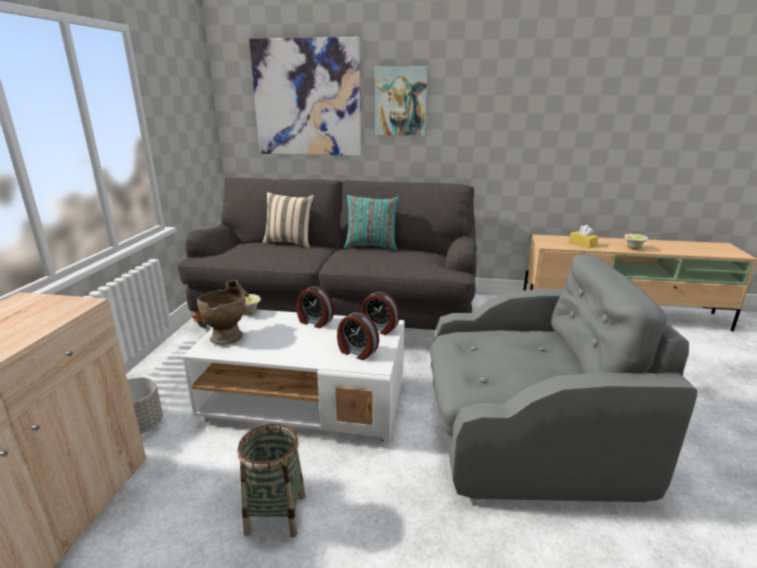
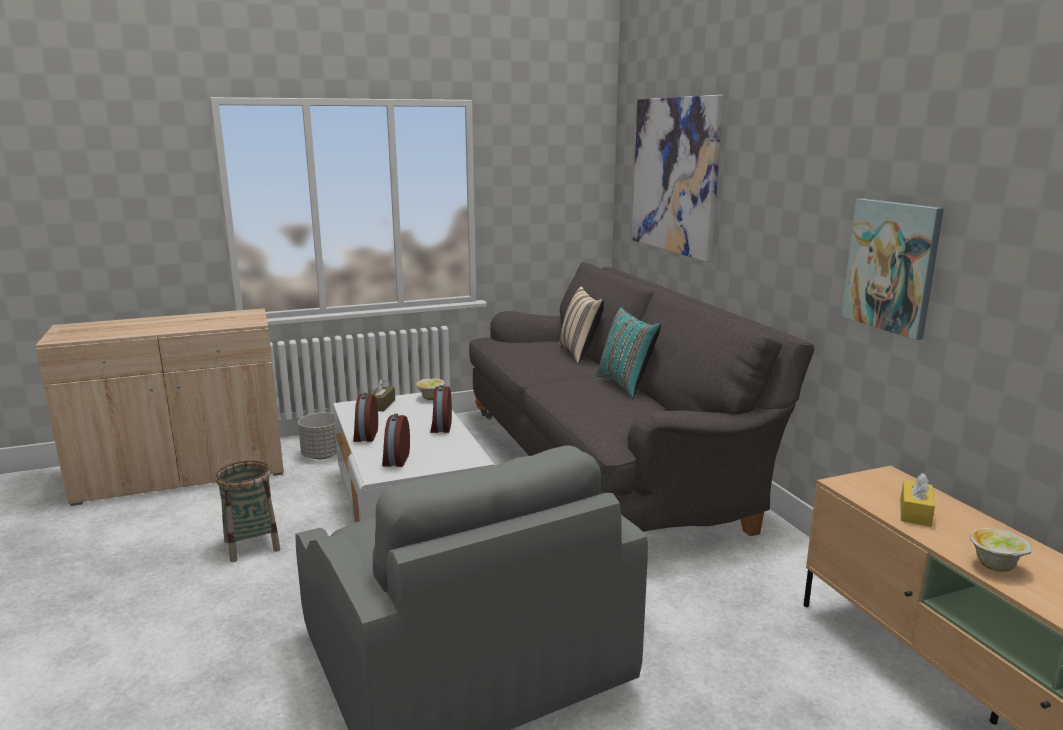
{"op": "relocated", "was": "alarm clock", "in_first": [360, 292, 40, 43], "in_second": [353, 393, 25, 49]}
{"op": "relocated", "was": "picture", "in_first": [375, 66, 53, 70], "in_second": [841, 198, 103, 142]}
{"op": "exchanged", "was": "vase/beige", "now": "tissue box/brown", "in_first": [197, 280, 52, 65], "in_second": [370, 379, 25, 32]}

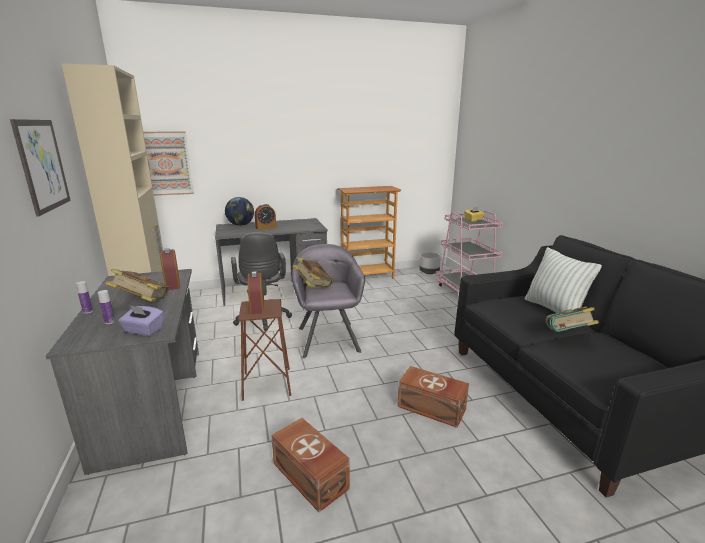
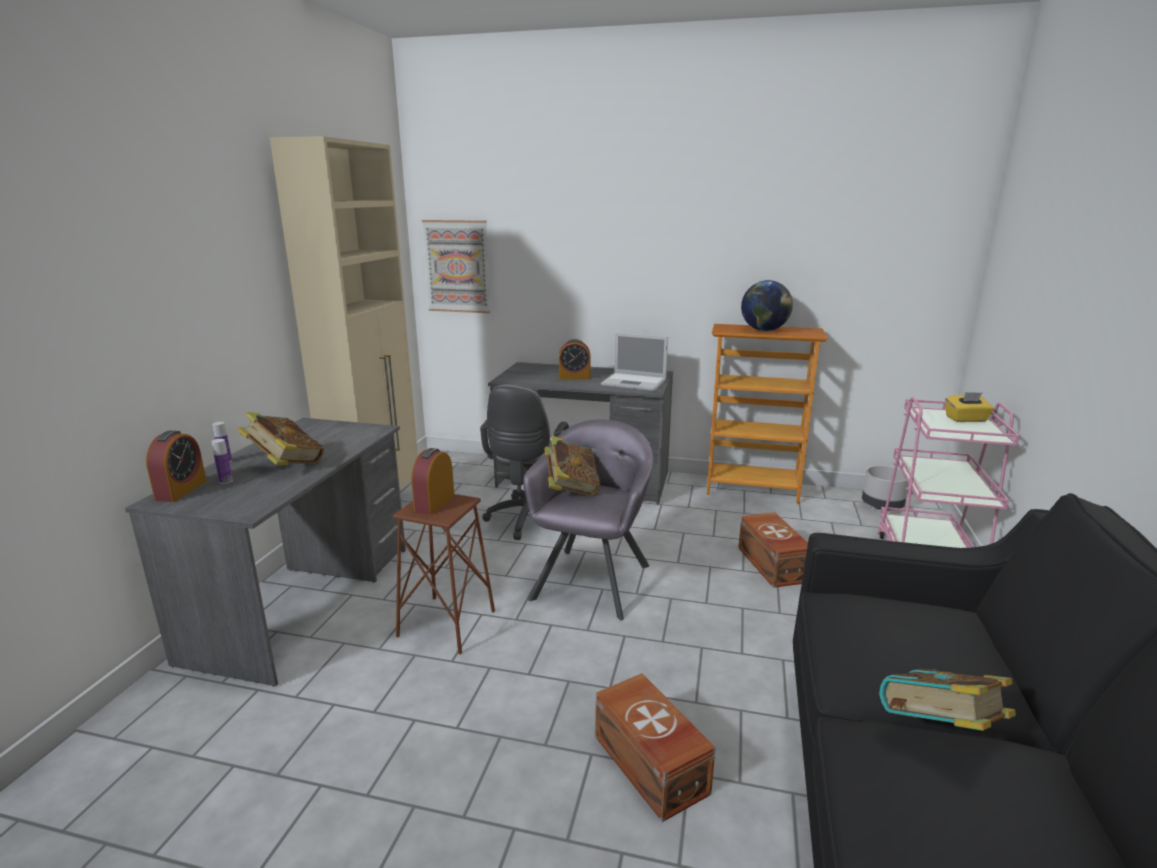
{"op": "missing", "was": "picture", "in_first": [10, 119, 61, 98]}
{"op": "missing", "was": "tissue box/purple", "in_first": [119, 305, 45, 31]}
{"op": "missing", "was": "pillow", "in_first": [525, 247, 77, 66]}
{"op": "appeared", "now": "laptop", "in_second": [601, 333, 67, 58]}
{"op": "relocated", "was": "alarm clock", "in_first": [160, 248, 20, 42], "in_second": [146, 431, 61, 71]}
{"op": "relocated", "was": "globe", "in_first": [225, 197, 29, 29], "in_second": [741, 280, 52, 51]}
{"op": "relocated", "was": "storage box/brown", "in_first": [271, 418, 79, 94], "in_second": [738, 512, 70, 76]}

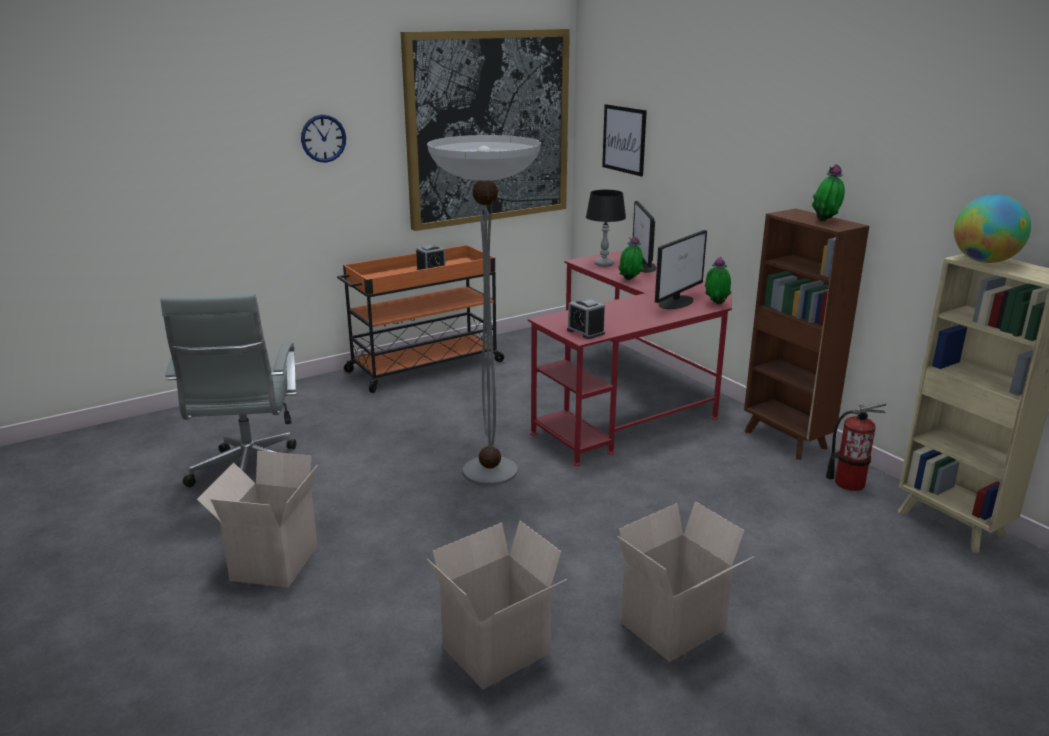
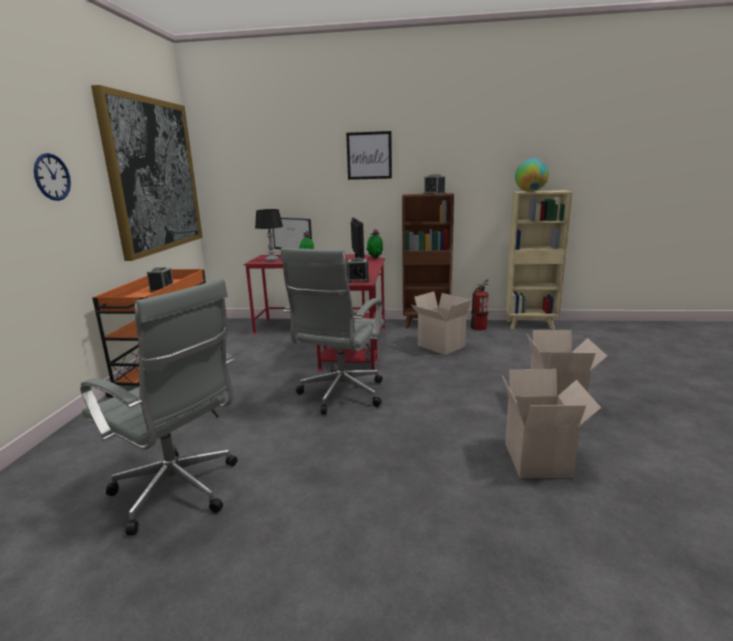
{"op": "relocated", "was": "cardboard box", "in_first": [197, 451, 121, 137], "in_second": [411, 292, 60, 63]}
{"op": "relocated", "was": "picture", "in_first": [602, 104, 45, 73], "in_second": [346, 131, 46, 49]}
{"op": "exchanged", "was": "floor lamp", "now": "office chair/grey", "in_first": [427, 135, 114, 351], "in_second": [281, 248, 103, 167]}
{"op": "exchanged", "was": "potted plant", "now": "alarm clock", "in_first": [812, 164, 33, 57], "in_second": [423, 174, 23, 20]}

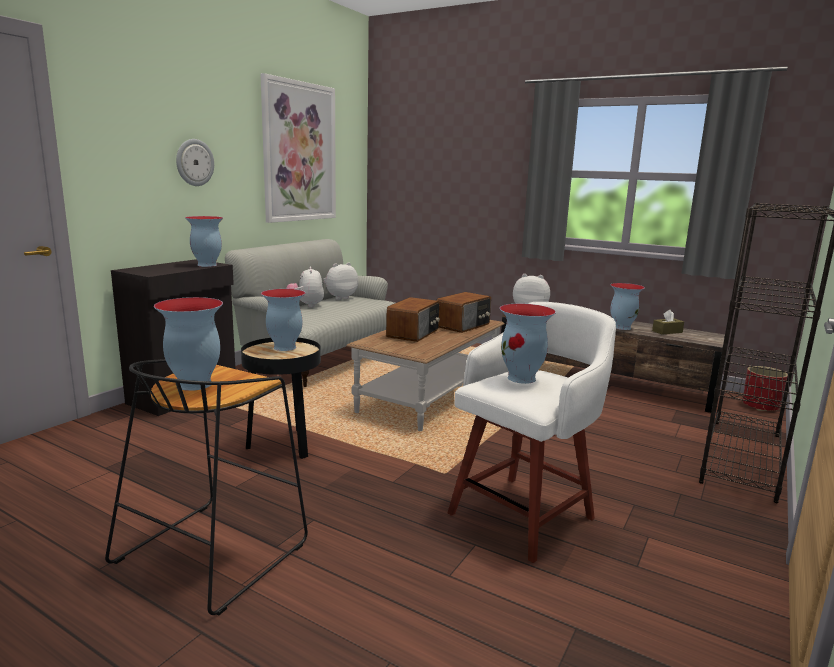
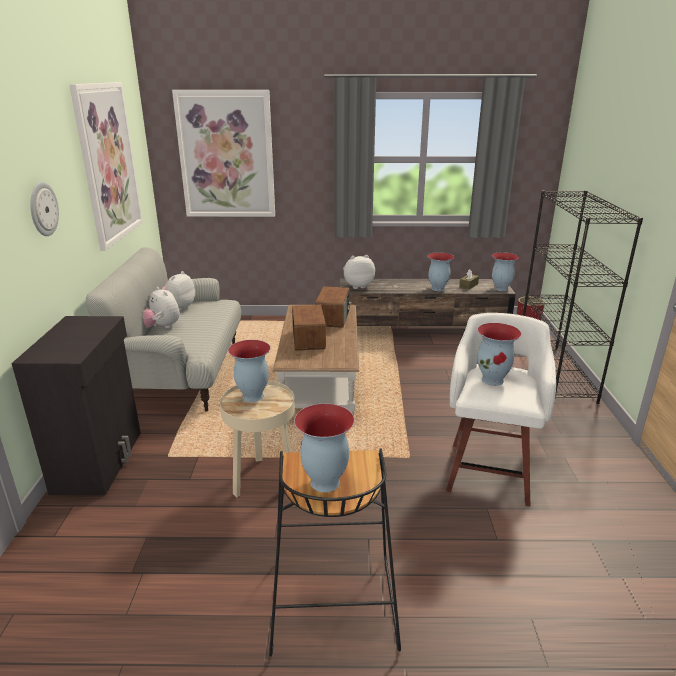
{"op": "appeared", "now": "picture", "in_second": [172, 90, 103, 127]}
{"op": "relocated", "was": "vase", "in_first": [185, 216, 38, 51], "in_second": [492, 252, 27, 39]}
{"op": "colour", "was": "side table/black", "now": "side table/beige", "in_first": [241, 338, 80, 121], "in_second": [220, 381, 75, 116]}

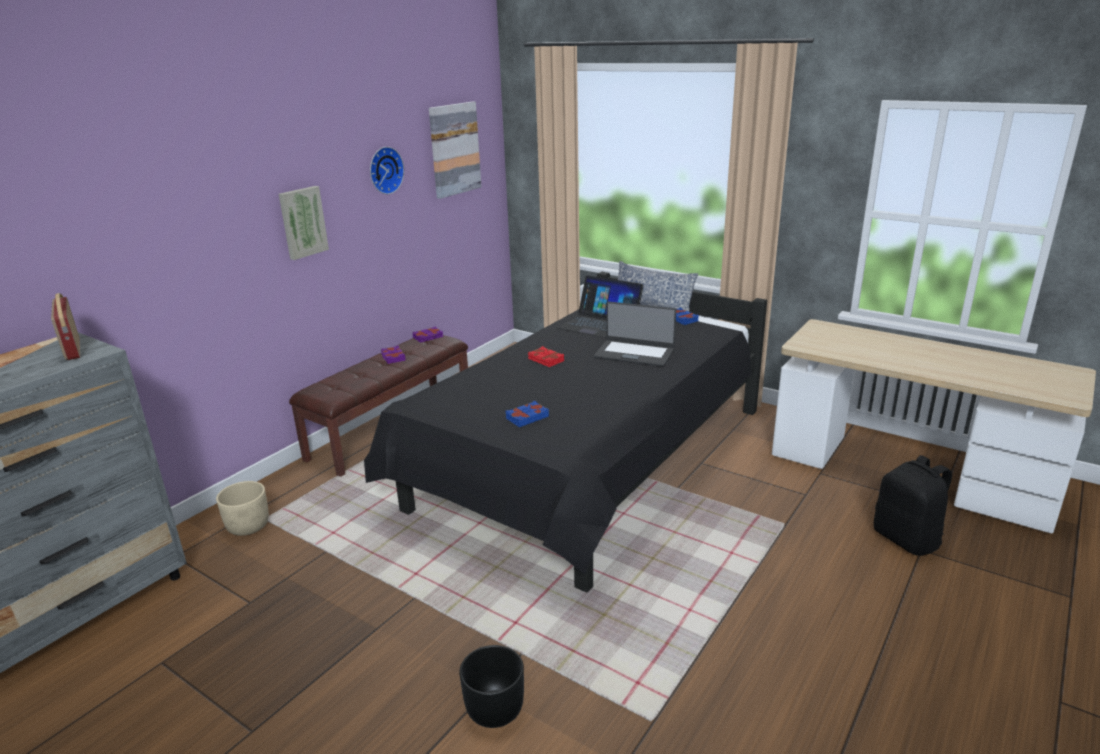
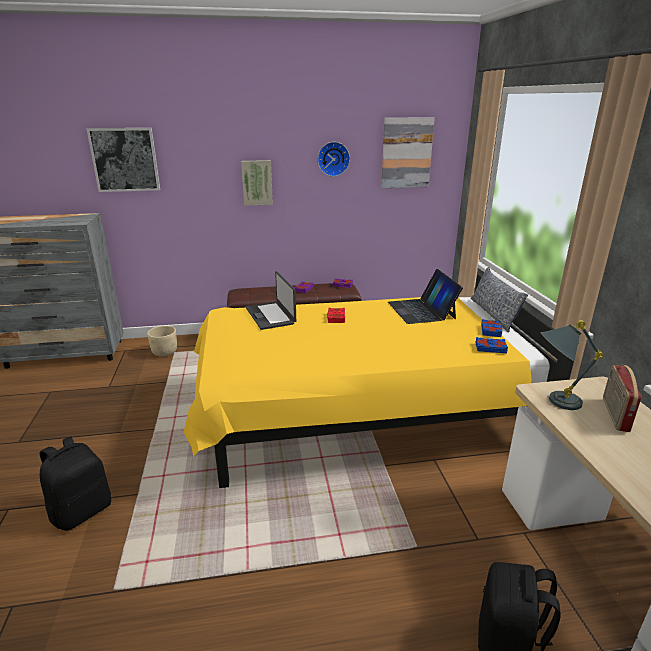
{"op": "appeared", "now": "picture", "in_second": [86, 128, 74, 64]}
{"op": "appeared", "now": "table lamp/grey", "in_second": [540, 320, 64, 90]}
{"op": "relocated", "was": "radio", "in_first": [51, 293, 29, 67], "in_second": [603, 365, 38, 67]}
{"op": "relocated", "was": "book/blue", "in_first": [505, 401, 44, 26], "in_second": [475, 337, 33, 16]}
{"op": "relocated", "was": "laptop", "in_first": [594, 301, 82, 66], "in_second": [246, 271, 50, 59]}
{"op": "exchanged", "was": "planter/black", "now": "backpack/black", "in_first": [459, 645, 65, 83], "in_second": [39, 436, 72, 95]}
{"op": "colour", "was": "bed/black", "now": "bed/yellow", "in_first": [364, 272, 403, 321], "in_second": [184, 274, 395, 214]}

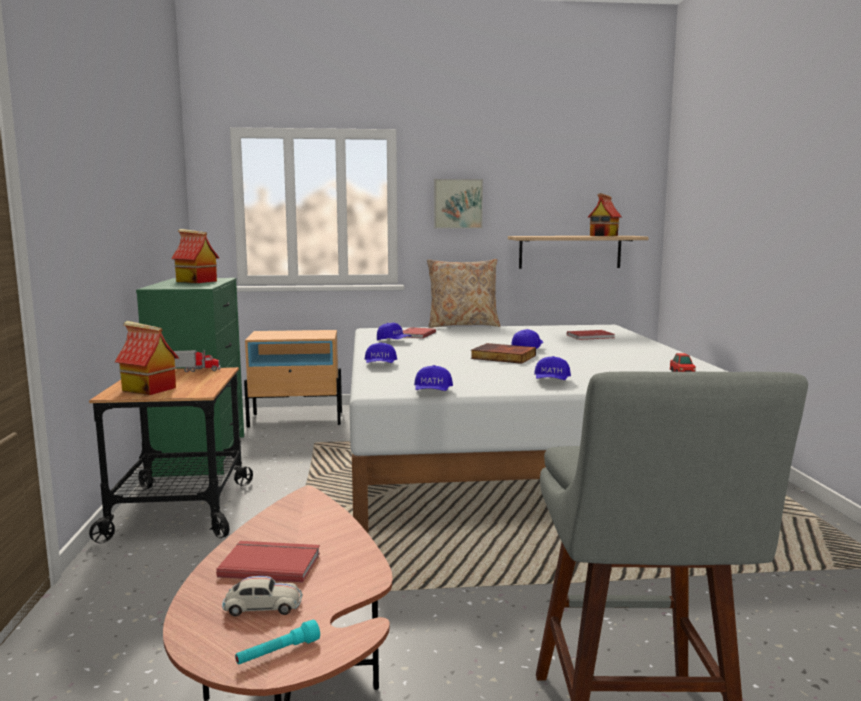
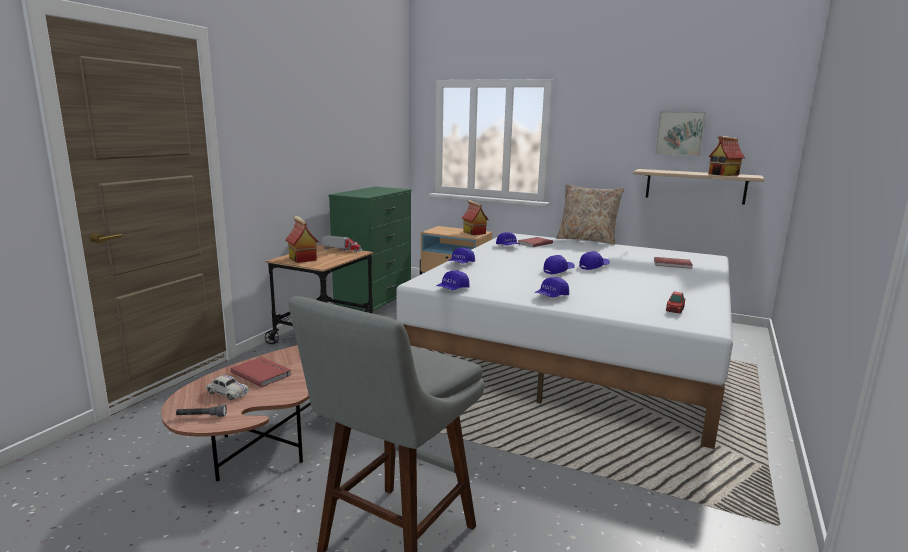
{"op": "relocated", "was": "toy house", "in_first": [171, 229, 48, 54], "in_second": [462, 200, 27, 35]}
{"op": "relocated", "was": "picture", "in_first": [434, 179, 49, 50], "in_second": [655, 111, 51, 45]}
{"op": "exchanged", "was": "book", "now": "cap/blue", "in_first": [471, 343, 65, 21], "in_second": [543, 255, 32, 19]}
{"op": "colour", "was": "flashlight/turquoise", "now": "flashlight/grey", "in_first": [235, 620, 85, 45], "in_second": [176, 405, 51, 12]}

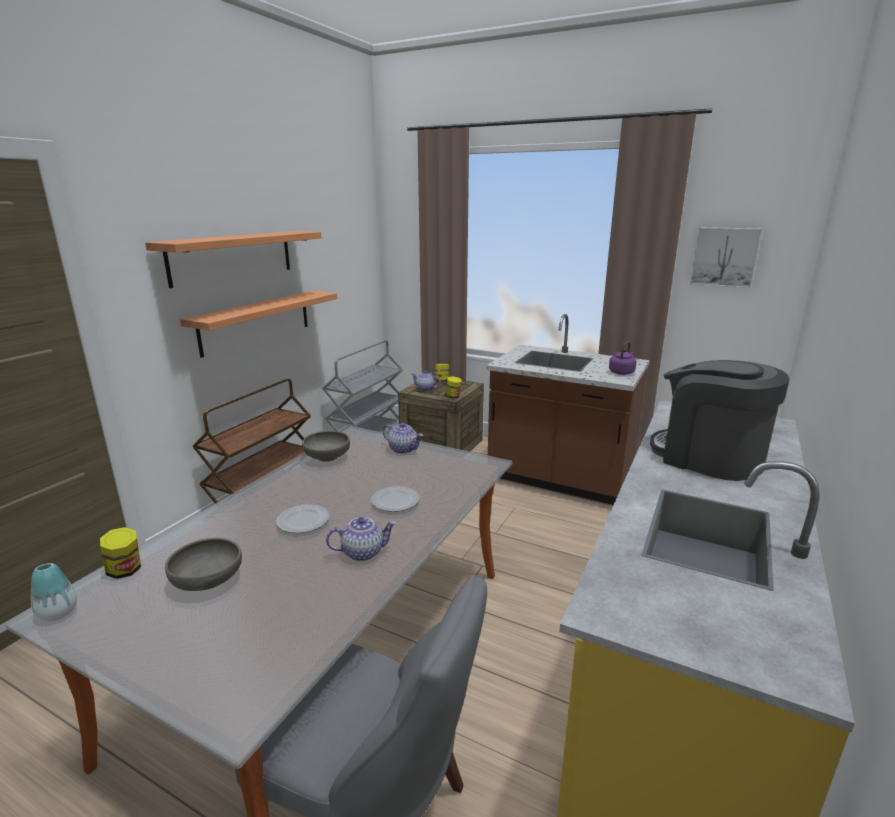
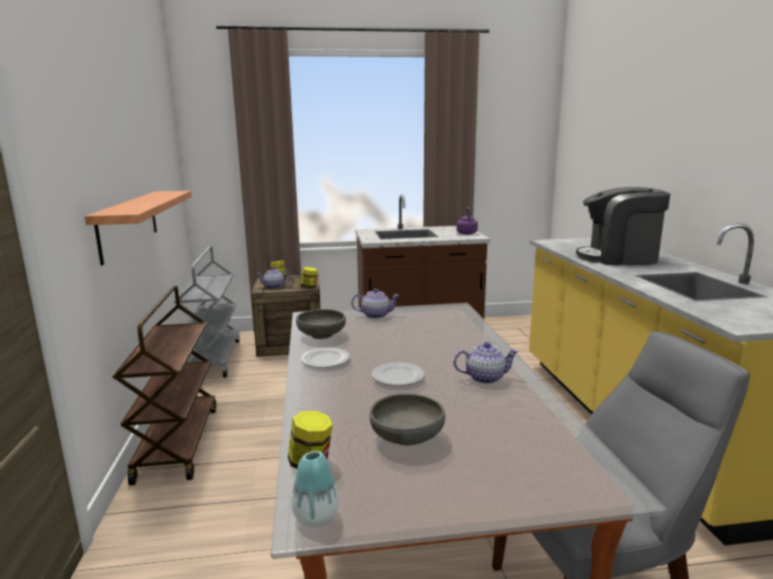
{"op": "missing", "was": "shelf", "in_first": [145, 231, 176, 57]}
{"op": "missing", "was": "picture", "in_first": [690, 227, 72, 61]}
{"op": "relocated", "was": "plate", "in_first": [371, 486, 49, 26], "in_second": [301, 348, 50, 20]}
{"op": "spun", "was": "teapot", "in_first": [326, 517, 70, 44], "in_second": [454, 342, 65, 42], "clockwise": 45}

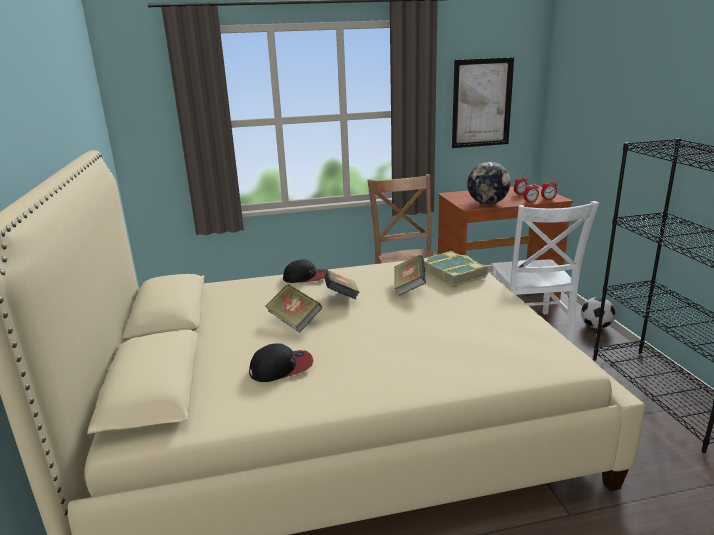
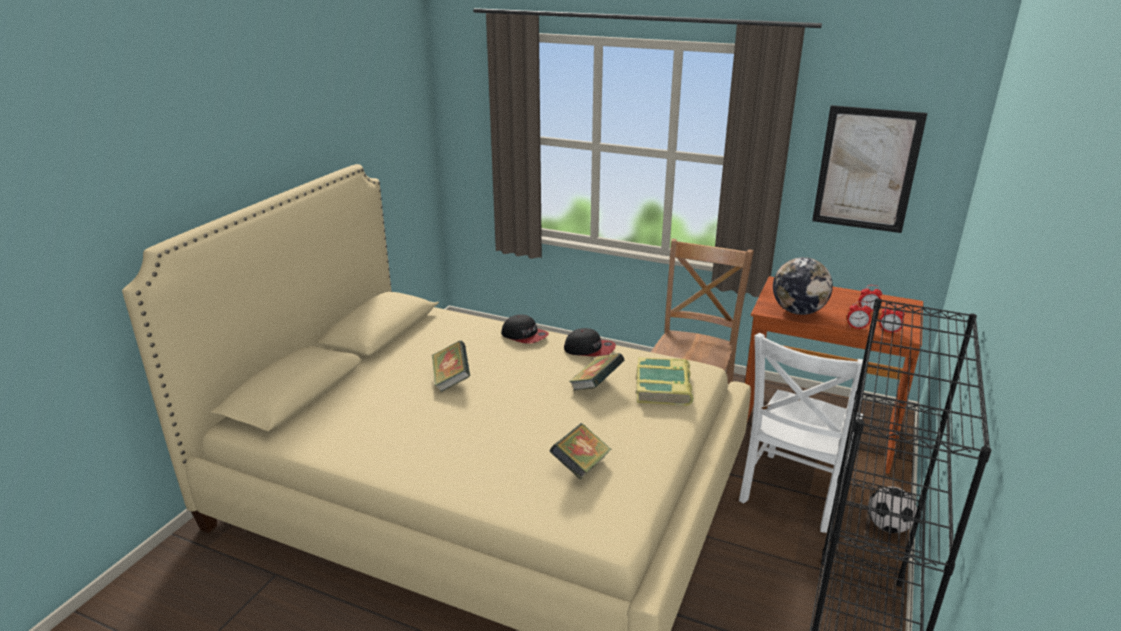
{"op": "relocated", "was": "cap", "in_first": [249, 343, 64, 39], "in_second": [564, 328, 52, 29]}
{"op": "relocated", "was": "book", "in_first": [324, 271, 36, 28], "in_second": [550, 423, 61, 57]}

